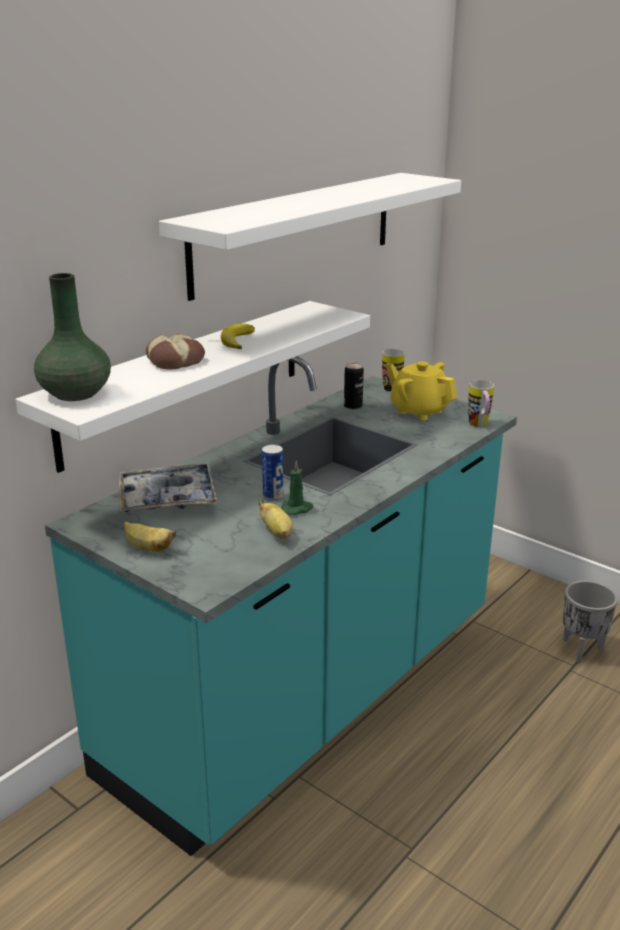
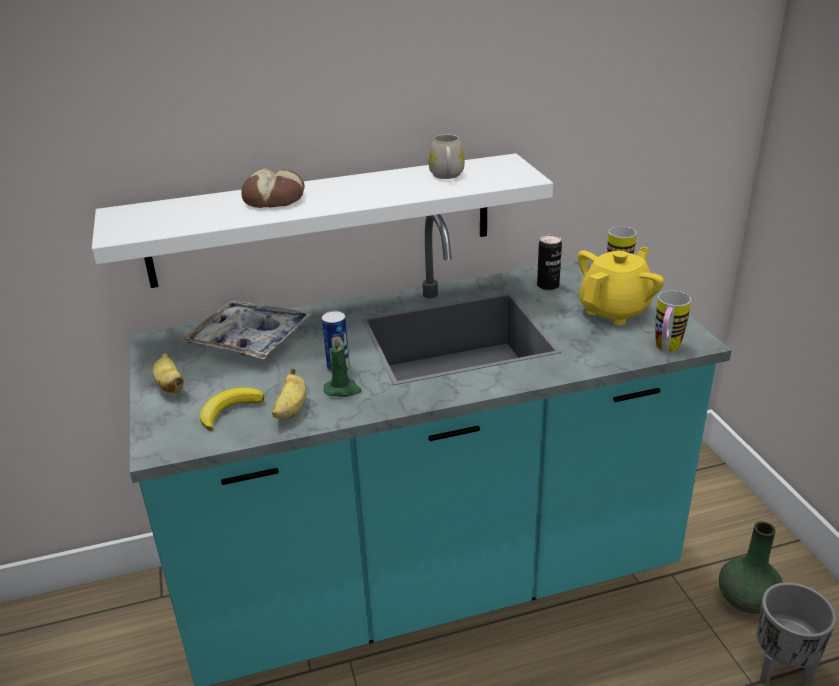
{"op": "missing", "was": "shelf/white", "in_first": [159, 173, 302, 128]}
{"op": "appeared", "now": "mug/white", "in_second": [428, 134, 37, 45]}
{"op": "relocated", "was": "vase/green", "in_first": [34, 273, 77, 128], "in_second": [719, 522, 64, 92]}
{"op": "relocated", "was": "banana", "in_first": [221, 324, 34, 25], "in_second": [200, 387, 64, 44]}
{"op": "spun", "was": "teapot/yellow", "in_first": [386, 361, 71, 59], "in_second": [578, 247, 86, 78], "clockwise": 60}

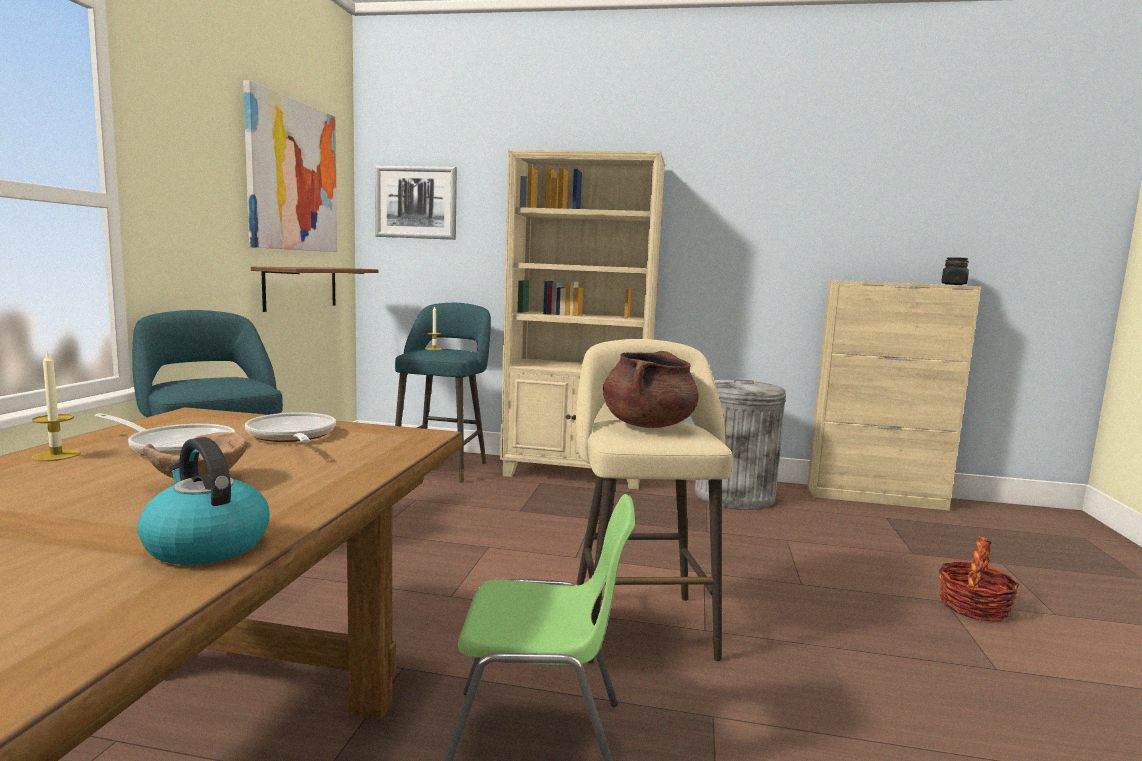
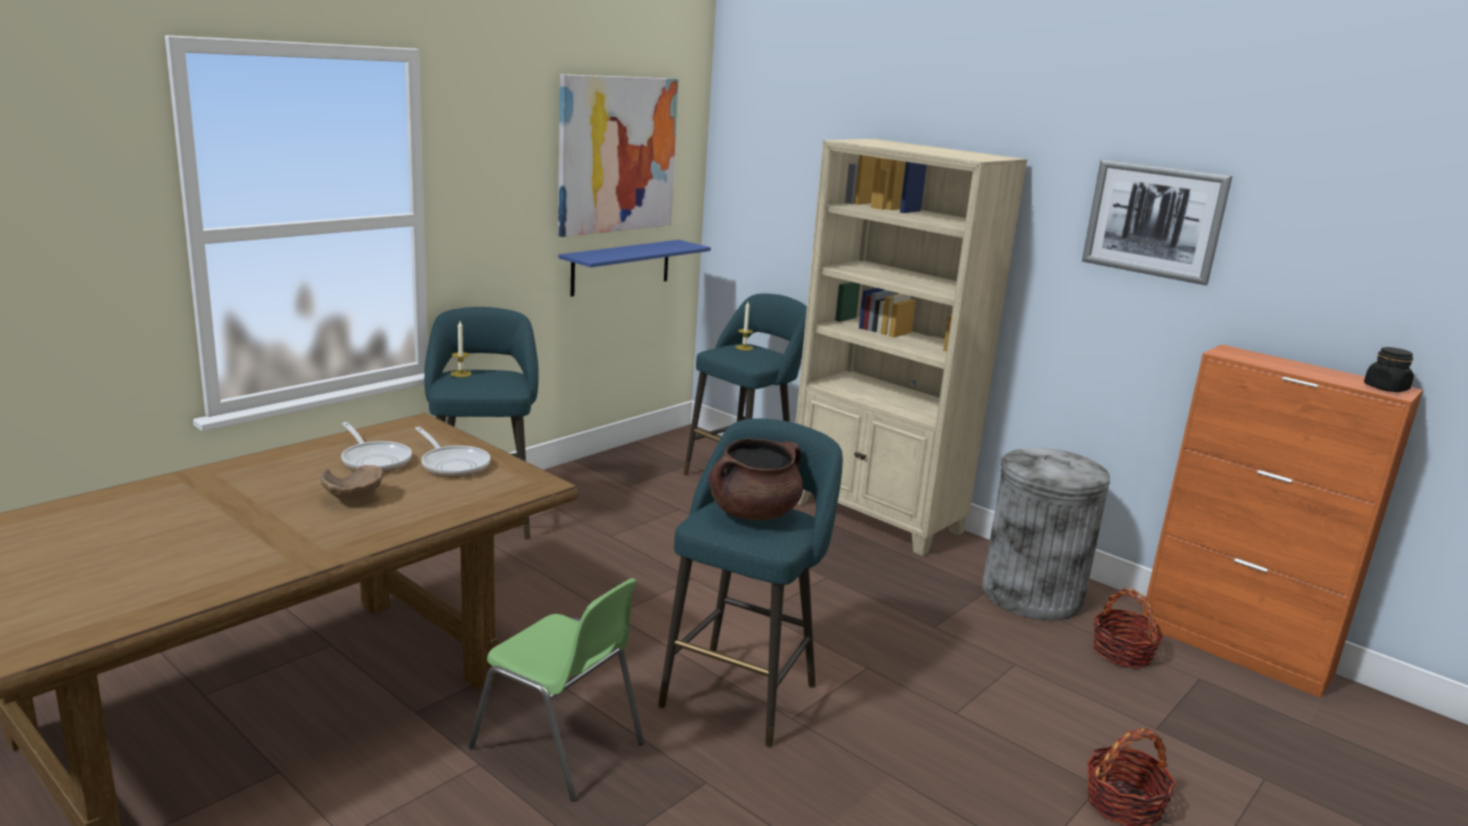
{"op": "missing", "was": "kettle", "in_first": [137, 437, 133, 128]}
{"op": "appeared", "now": "basket", "in_second": [1093, 588, 71, 80]}
{"op": "relocated", "was": "candle", "in_first": [31, 350, 50, 111], "in_second": [450, 321, 22, 56]}
{"op": "relocated", "was": "picture", "in_first": [375, 166, 82, 74], "in_second": [1082, 159, 150, 126]}
{"op": "colour", "was": "shelf/brown", "now": "shelf/blue", "in_first": [251, 267, 127, 45], "in_second": [558, 240, 153, 57]}
{"op": "colour", "was": "stool/beige", "now": "stool/turquoise", "in_first": [576, 339, 156, 324], "in_second": [658, 418, 185, 329]}
{"op": "colour", "was": "cabinet/beige", "now": "cabinet/orange", "in_first": [807, 280, 174, 230], "in_second": [1141, 344, 282, 354]}
{"op": "spun", "was": "frying pan", "in_first": [245, 412, 91, 31], "in_second": [415, 427, 75, 50], "clockwise": 135}

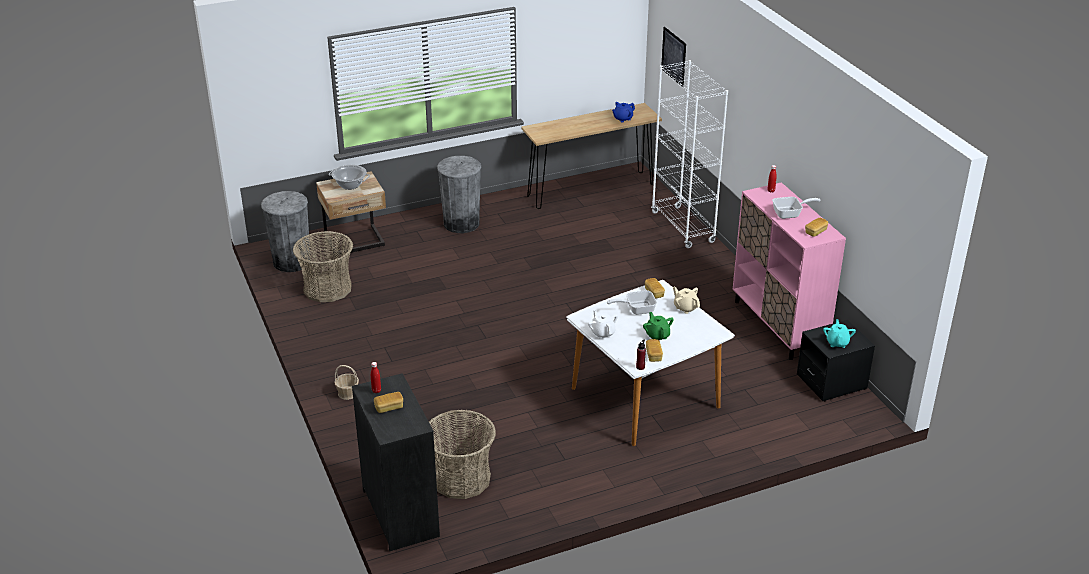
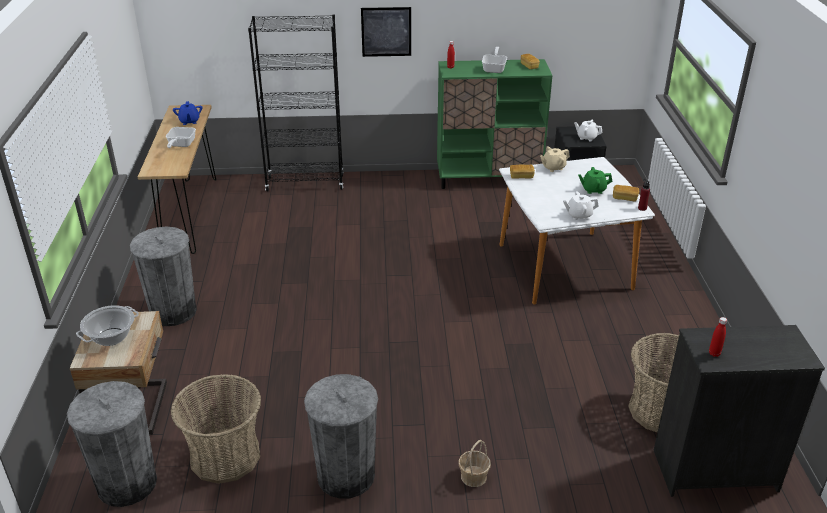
{"op": "missing", "was": "bread", "in_first": [374, 392, 29, 21]}
{"op": "appeared", "now": "trash can/grey", "in_second": [304, 374, 74, 125]}
{"op": "relocated", "was": "frying pan", "in_first": [607, 290, 50, 25], "in_second": [166, 127, 30, 21]}
{"op": "relocated", "was": "picture", "in_first": [662, 27, 24, 60], "in_second": [361, 7, 50, 50]}
{"op": "colour", "was": "bookcase/white", "now": "bookcase/black", "in_first": [651, 60, 77, 188], "in_second": [248, 15, 96, 177]}
{"op": "colour", "was": "cabinet/pink", "now": "cabinet/green", "in_first": [733, 182, 113, 178], "in_second": [437, 59, 115, 130]}
{"op": "colour", "was": "teapot/turquoise", "now": "teapot/white", "in_first": [823, 319, 33, 29], "in_second": [574, 119, 28, 23]}

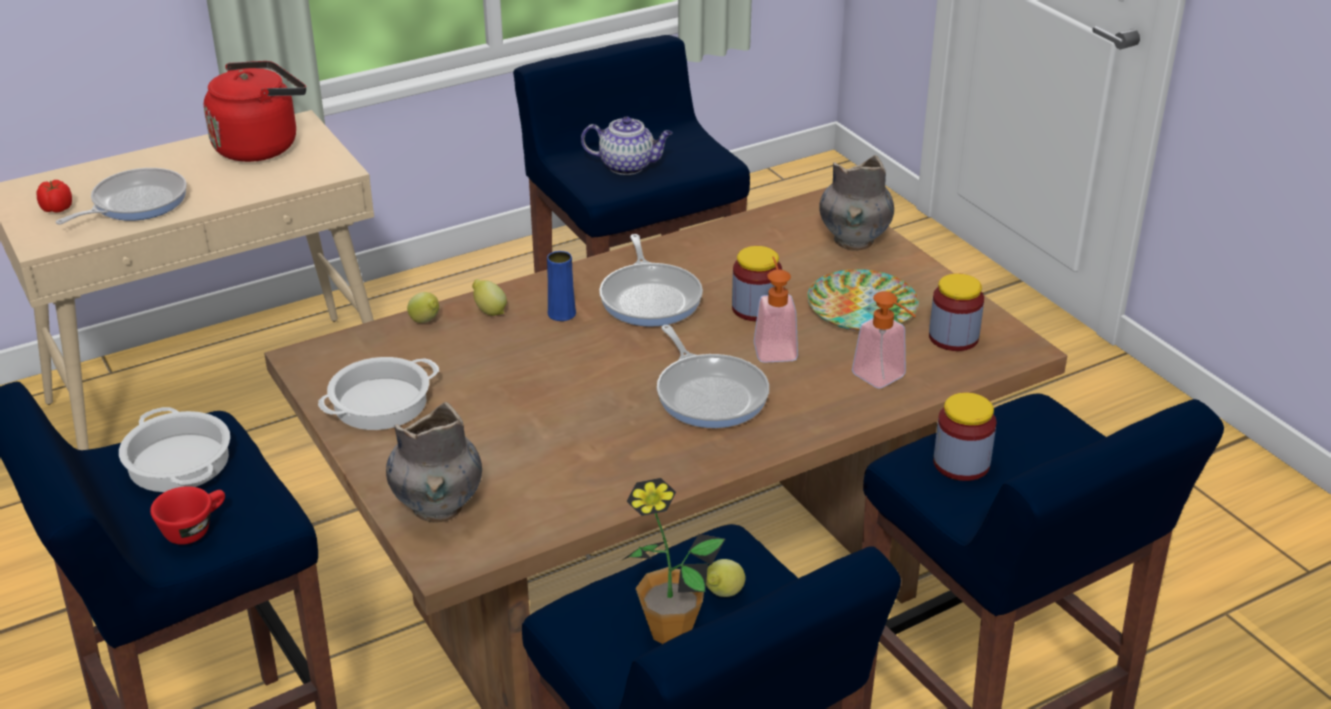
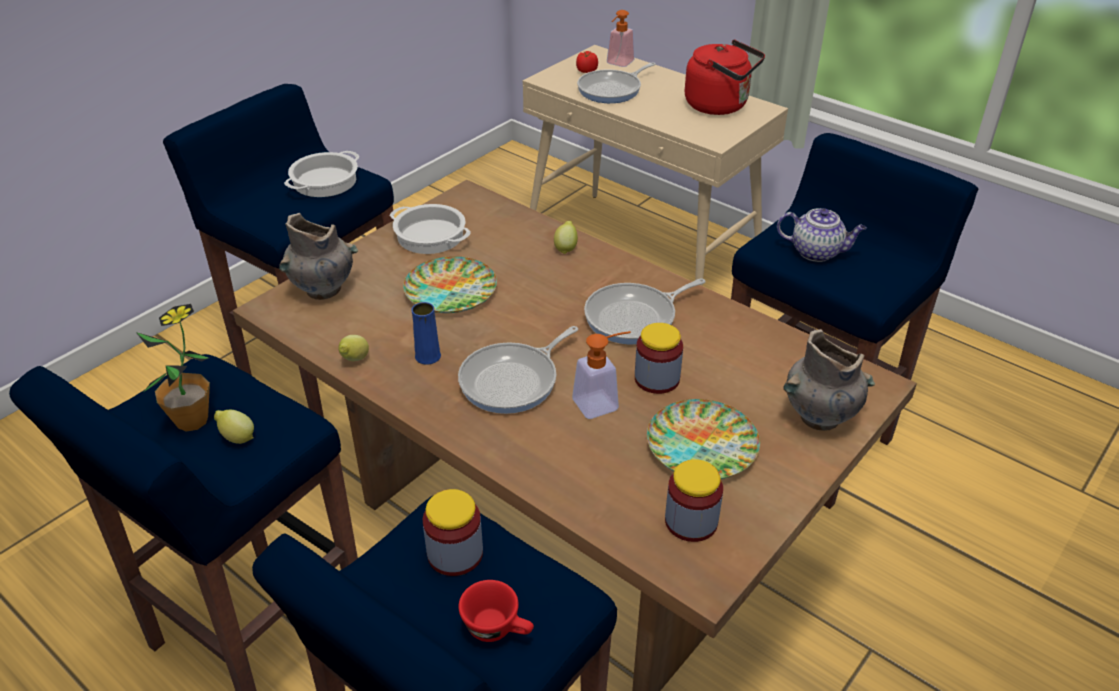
{"op": "appeared", "now": "plate", "in_second": [403, 256, 94, 57]}
{"op": "relocated", "was": "cup/red", "in_first": [150, 486, 75, 59], "in_second": [458, 580, 76, 62]}
{"op": "relocated", "was": "lemon", "in_first": [407, 292, 32, 31], "in_second": [338, 335, 31, 26]}
{"op": "relocated", "was": "vase/blue", "in_first": [547, 251, 29, 70], "in_second": [411, 302, 30, 63]}
{"op": "relocated", "was": "soap dispenser", "in_first": [852, 291, 64, 98], "in_second": [607, 10, 28, 57]}
{"op": "spun", "was": "frying pan", "in_first": [55, 168, 132, 57], "in_second": [577, 62, 79, 41], "clockwise": 120}
{"op": "spun", "was": "teapot", "in_first": [581, 116, 92, 59], "in_second": [777, 208, 90, 54], "clockwise": -60}

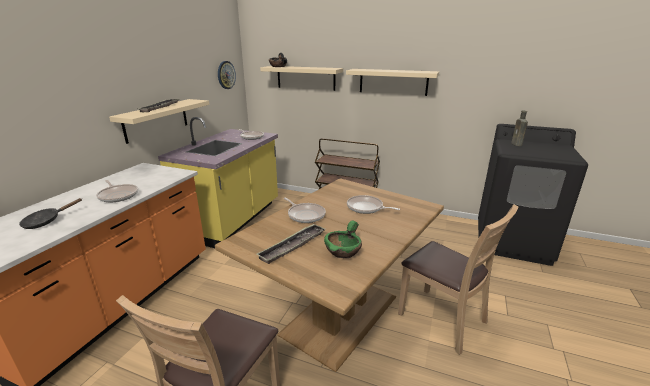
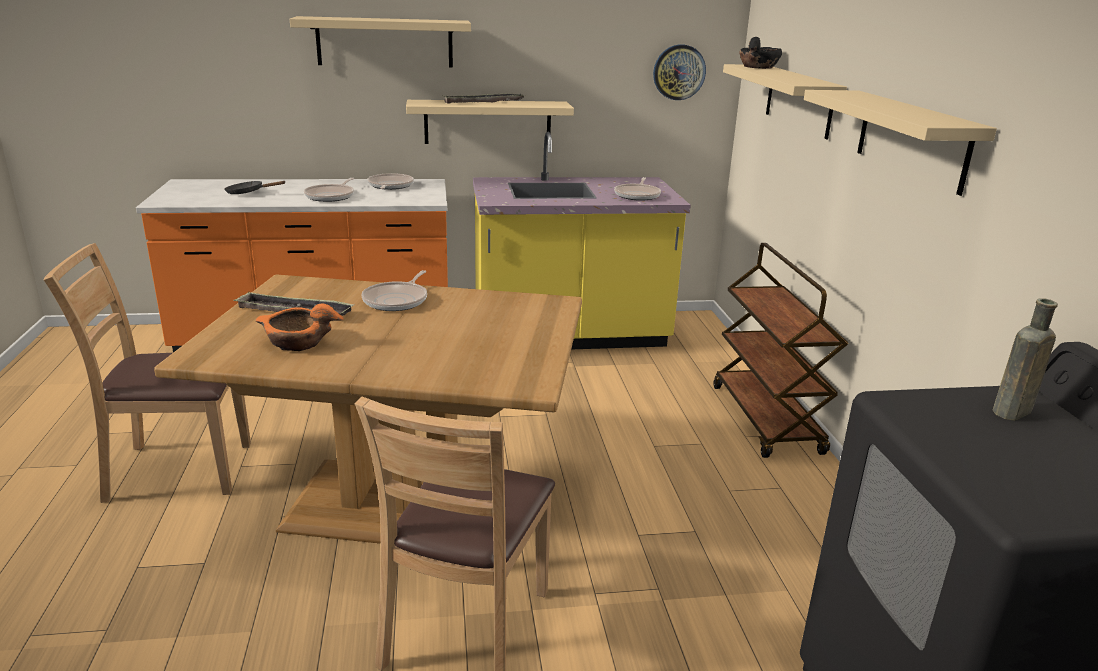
{"op": "appeared", "now": "shelf/beige", "in_second": [290, 16, 181, 52]}
{"op": "relocated", "was": "frying pan", "in_first": [347, 195, 53, 19], "in_second": [367, 173, 47, 17]}
{"op": "colour", "was": "bowl/green", "now": "bowl/orange", "in_first": [324, 221, 38, 37], "in_second": [255, 303, 89, 48]}

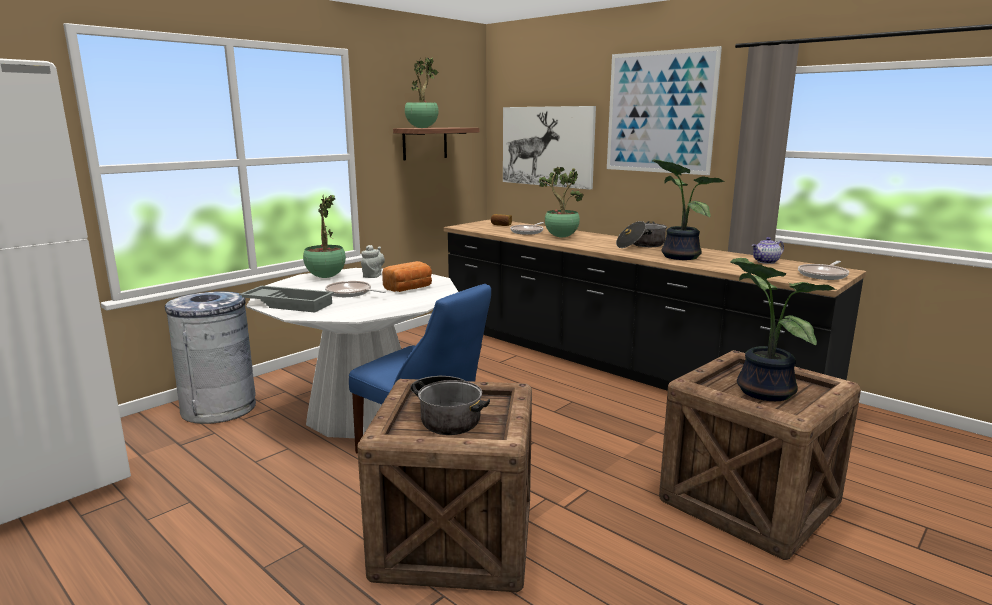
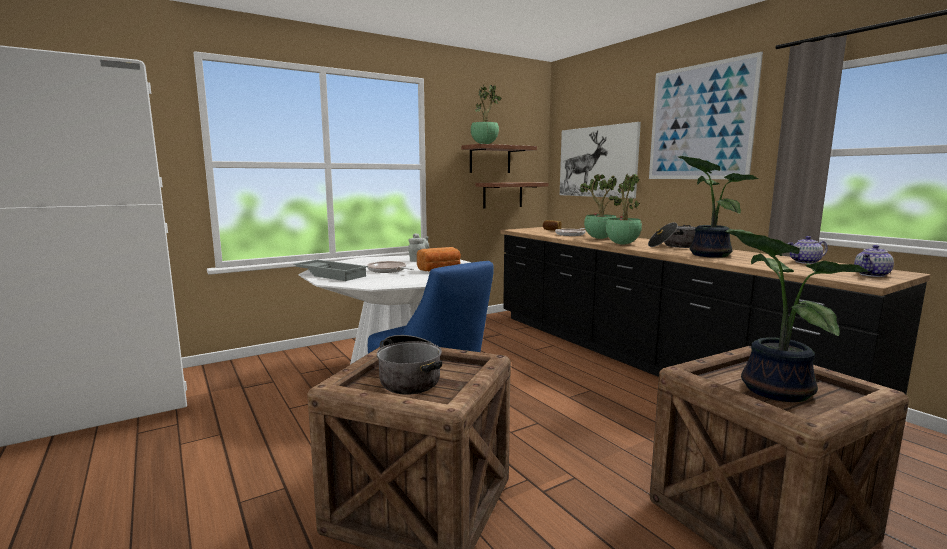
{"op": "missing", "was": "trash can/grey", "in_first": [165, 291, 91, 133]}
{"op": "appeared", "now": "shelf", "in_second": [475, 182, 73, 27]}
{"op": "relocated", "was": "potted plant", "in_first": [303, 195, 43, 83], "in_second": [605, 174, 37, 71]}
{"op": "exchanged", "was": "frying pan", "now": "teapot", "in_first": [798, 261, 51, 19], "in_second": [854, 245, 40, 32]}

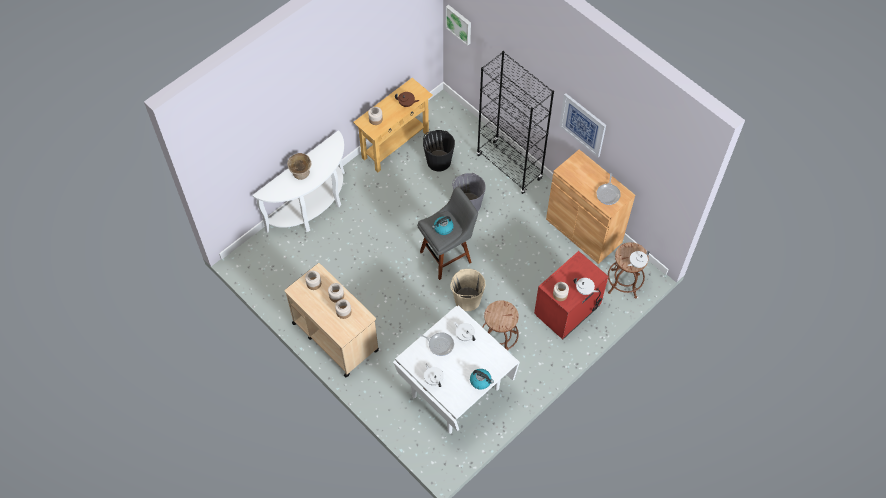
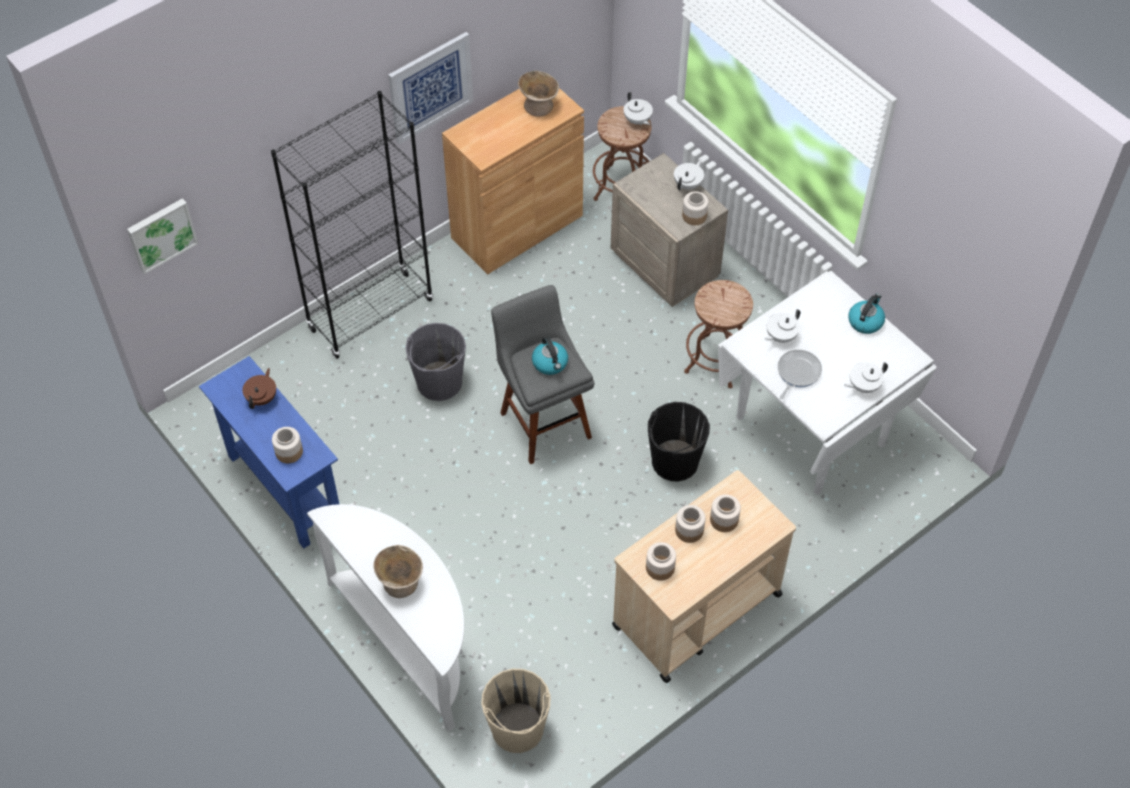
{"op": "relocated", "was": "bucket/black", "in_first": [423, 130, 32, 41], "in_second": [648, 402, 62, 80]}
{"op": "relocated", "was": "bucket/beige", "in_first": [450, 269, 36, 42], "in_second": [481, 669, 70, 84]}
{"op": "exchanged", "was": "frying pan", "now": "bowl/beige", "in_first": [597, 173, 24, 32], "in_second": [518, 70, 41, 47]}
{"op": "colour", "was": "console table/beige", "now": "console table/blue", "in_first": [353, 78, 80, 94], "in_second": [199, 356, 140, 192]}
{"op": "colour", "was": "nightstand/red", "now": "nightstand/beige", "in_first": [534, 251, 75, 88], "in_second": [611, 153, 117, 154]}

